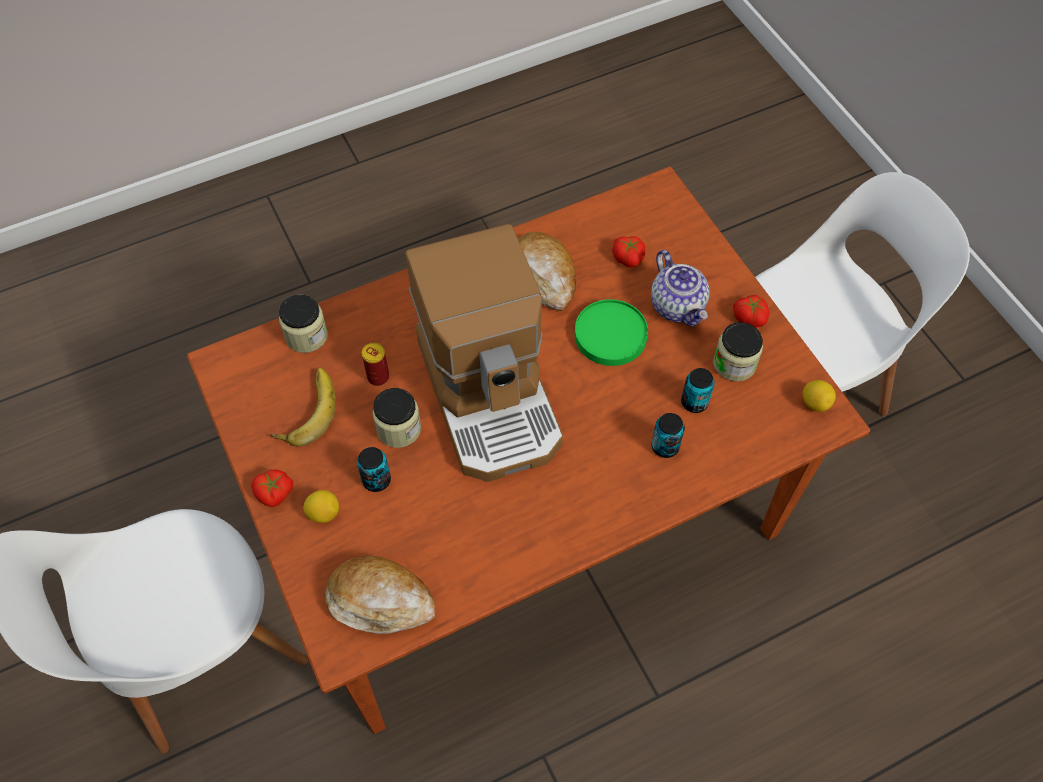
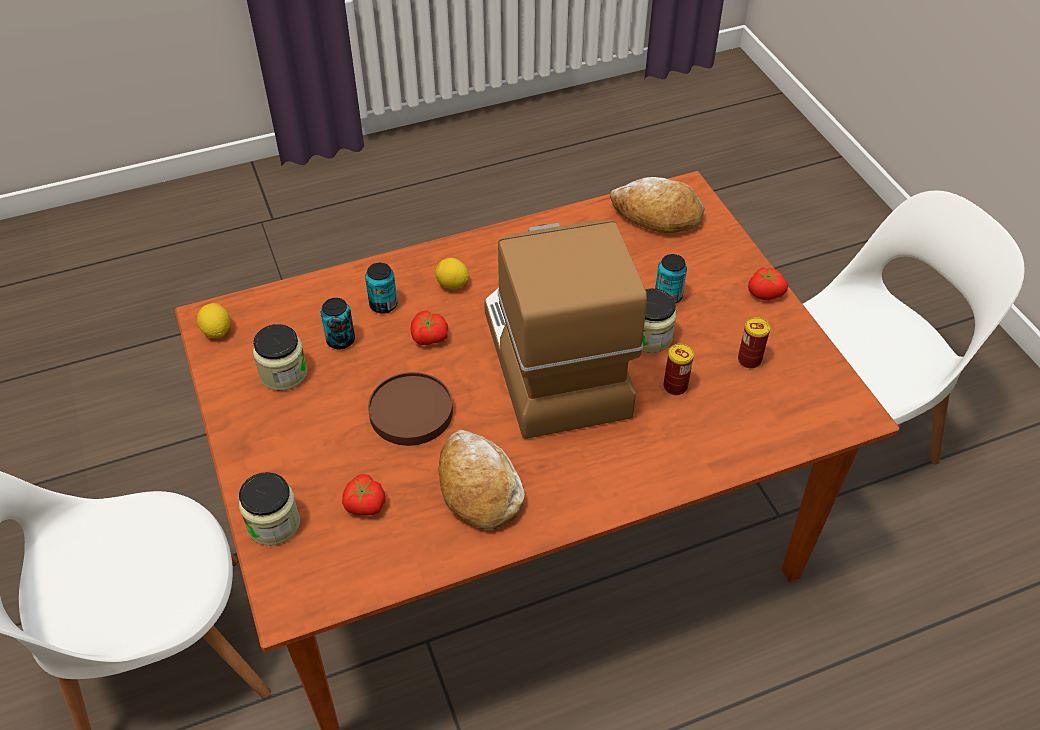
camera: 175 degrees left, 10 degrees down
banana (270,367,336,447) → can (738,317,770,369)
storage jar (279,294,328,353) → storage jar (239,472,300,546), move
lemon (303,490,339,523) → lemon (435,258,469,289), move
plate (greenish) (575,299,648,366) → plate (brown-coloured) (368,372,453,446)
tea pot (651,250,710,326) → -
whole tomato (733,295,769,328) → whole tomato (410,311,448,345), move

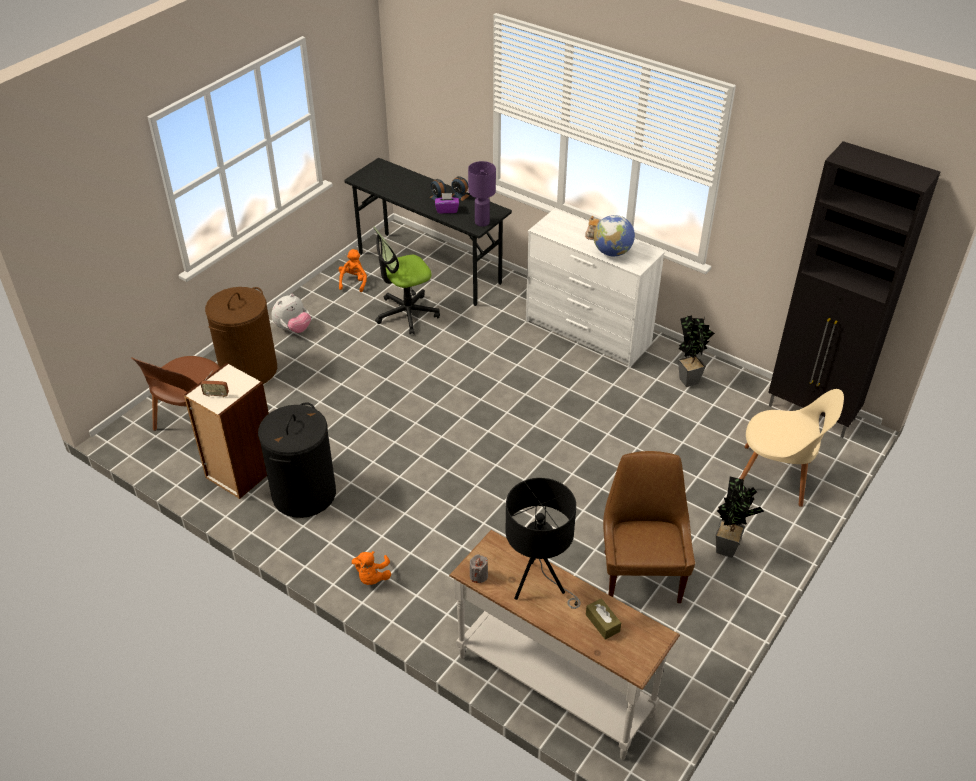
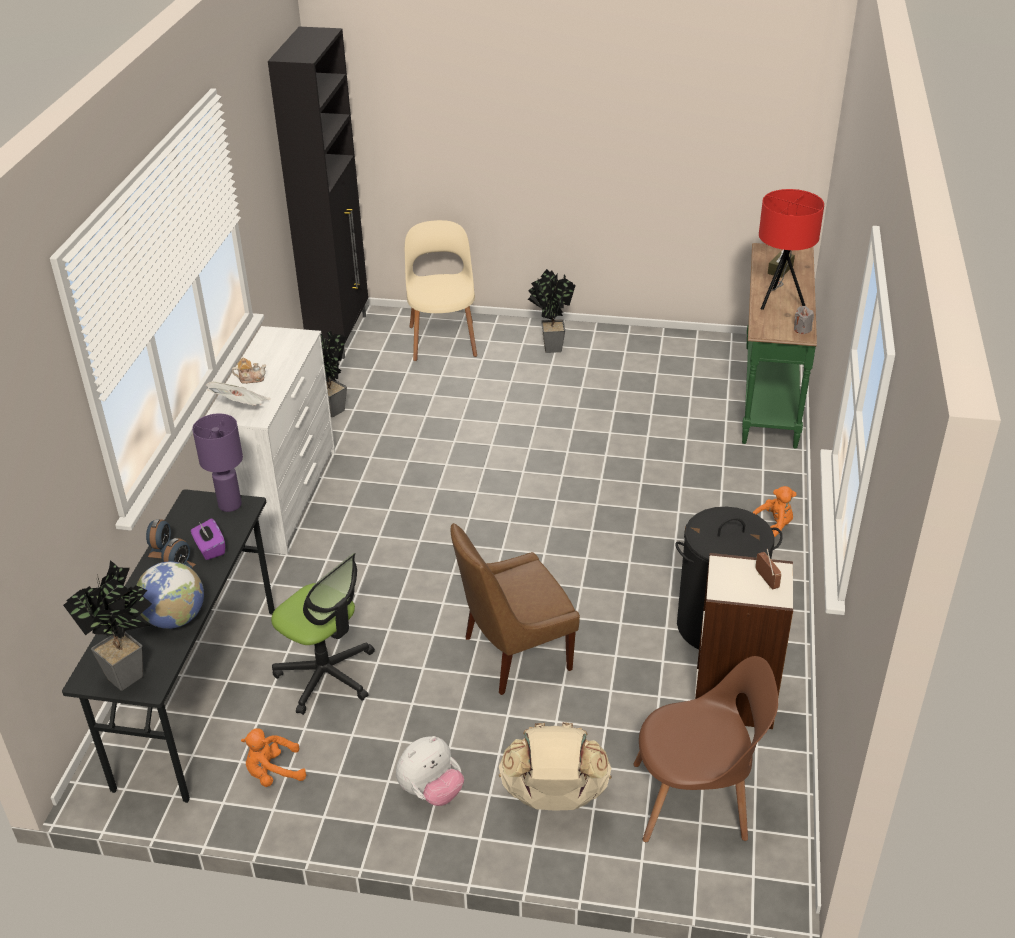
camera: 115 degrees left, 5 degrees down
laundry basket (brown-coloured) (205,287,277,384) → knapsack (beige) (499,722,612,811)
plush toy (272,294,311,333) → plush toy (396,736,464,806), 120 degrees clockwise
narrow table (white-coloured) (449,530,680,760) → narrow table (greenish) (742,243,817,449)
table lamp (blackish) (505,478,581,609) → table lamp (reddish) (759,189,824,310)
globe (593,215,635,256) → globe (137,561,204,629), move
plain chair (brown-coloured) (603,451,695,603) → plain chair (brown-coloured) (451,523,580,695), move
- → potted plant (63,560,152,690)
- → daily paper (206,382,270,406)

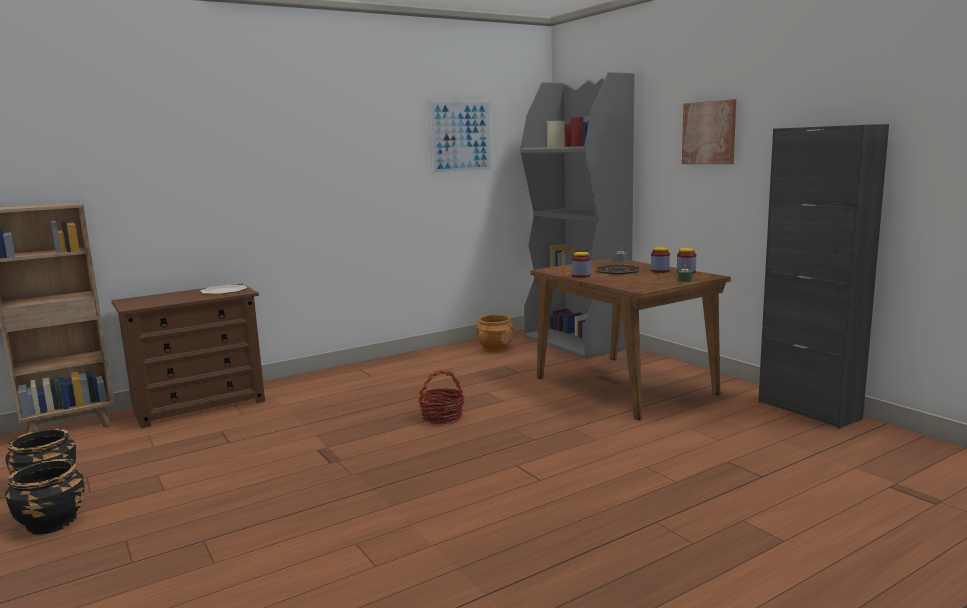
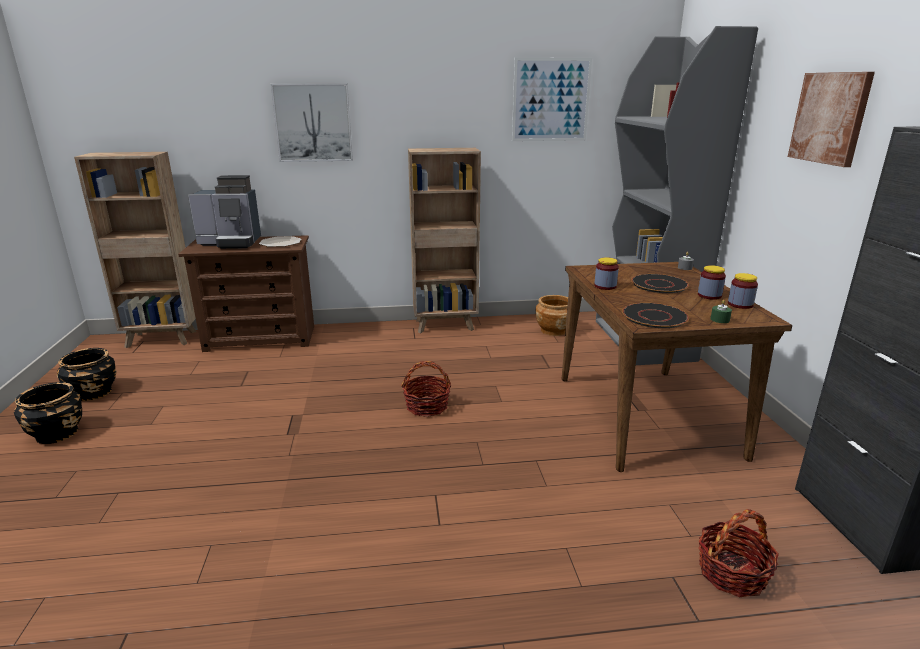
camera: 25 degrees right, 10 degrees up
- → coffee maker (188,175,261,249)
- → wall art (271,84,353,162)
- → bookshelf (brown-coloured) (408,148,481,333)
- → plate (blackish) (622,303,689,328)
- → storage basket (698,509,779,597)

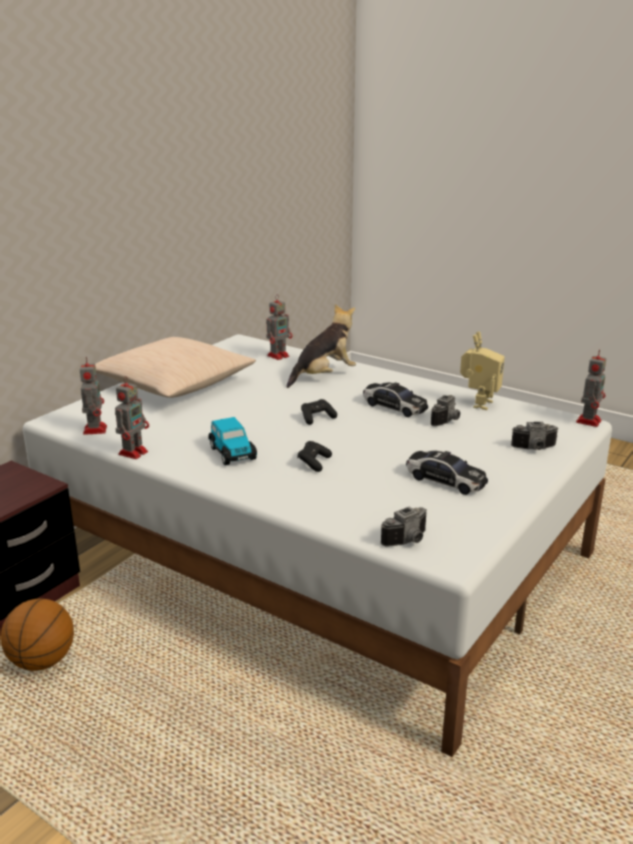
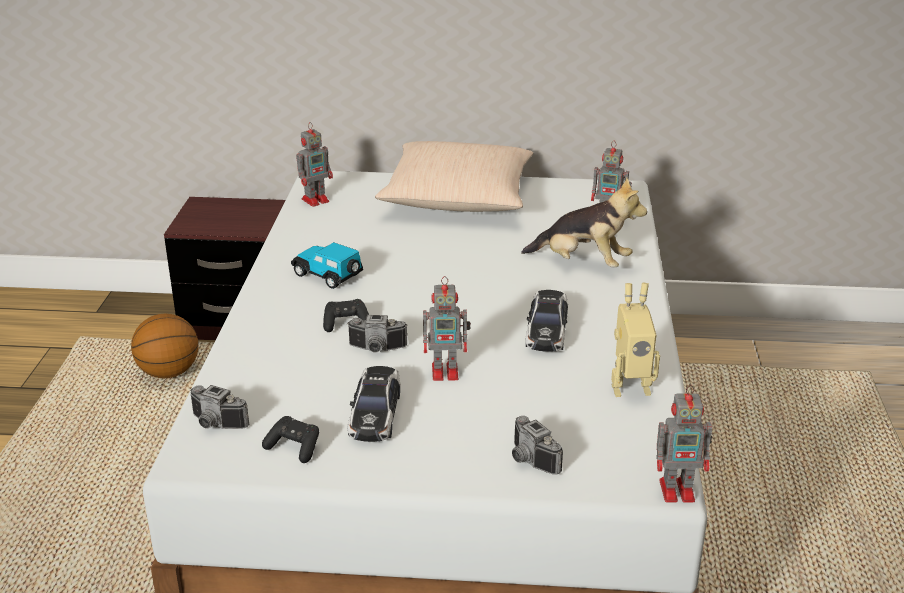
camera: 60 degrees right, 5 degrees up
robot figure (115,377,149,459) → robot figure (423,276,471,381), move
toy car (208,417,257,465) → toy car (291,242,364,289), 90 degrees clockwise
joypad (blackish) (301,399,337,425) → joypad (blackish) (262,416,319,463), move
photo camera (430,395,460,426) → photo camera (347,315,408,353), move

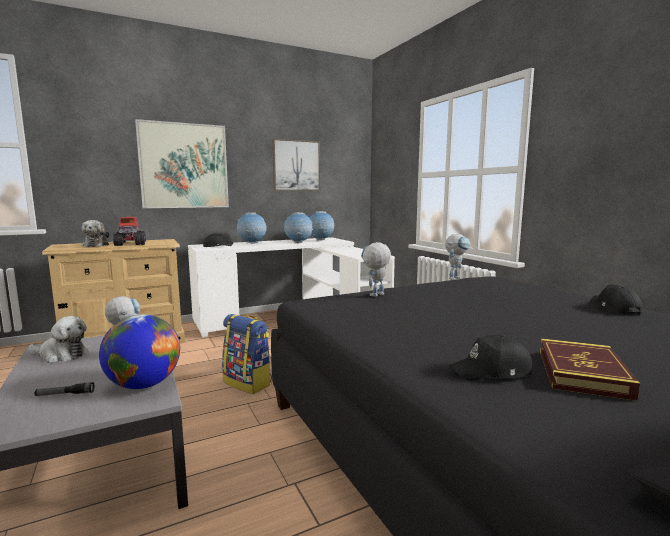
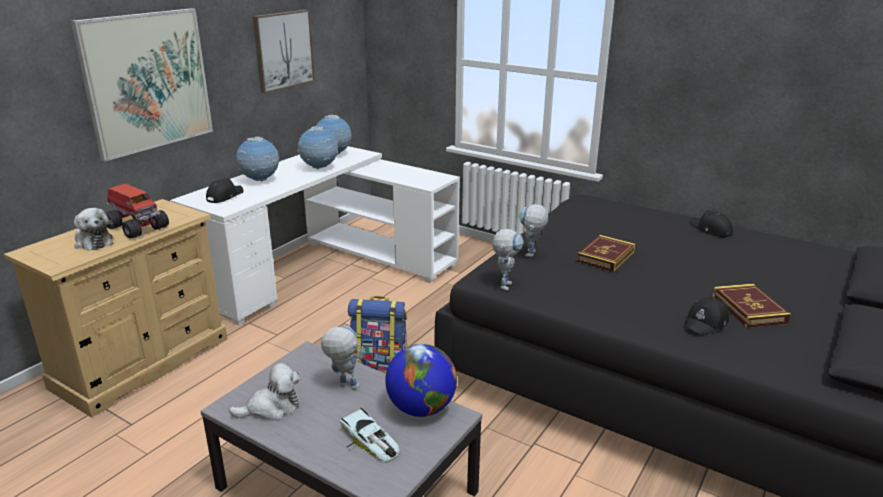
camera: 30 degrees left, 15 degrees up
torch (35,382,95,396) → toy car (340,408,401,463)
robot figure (445,234,471,280) → robot figure (492,229,524,291), move
- → bound book (577,235,636,272)

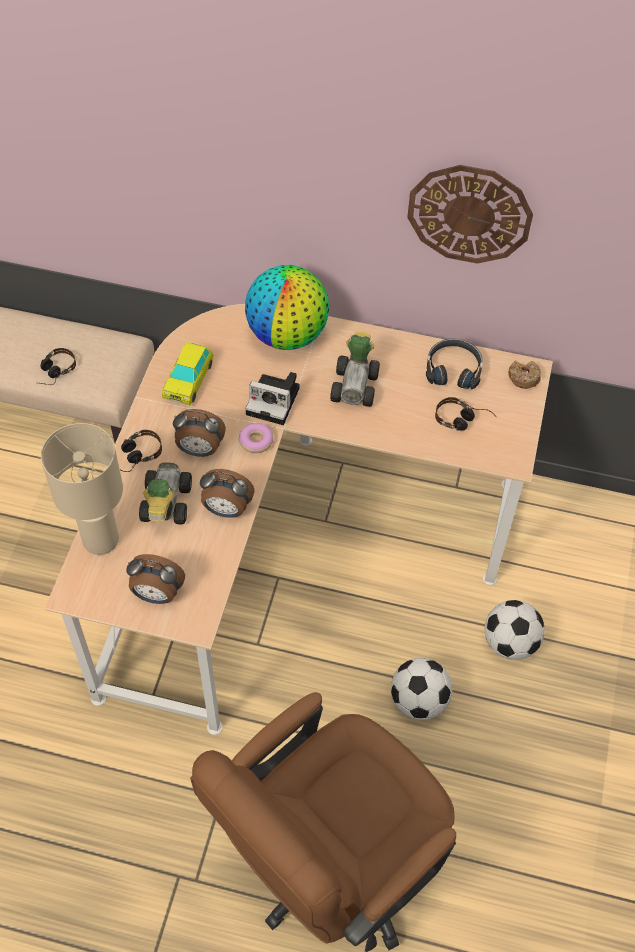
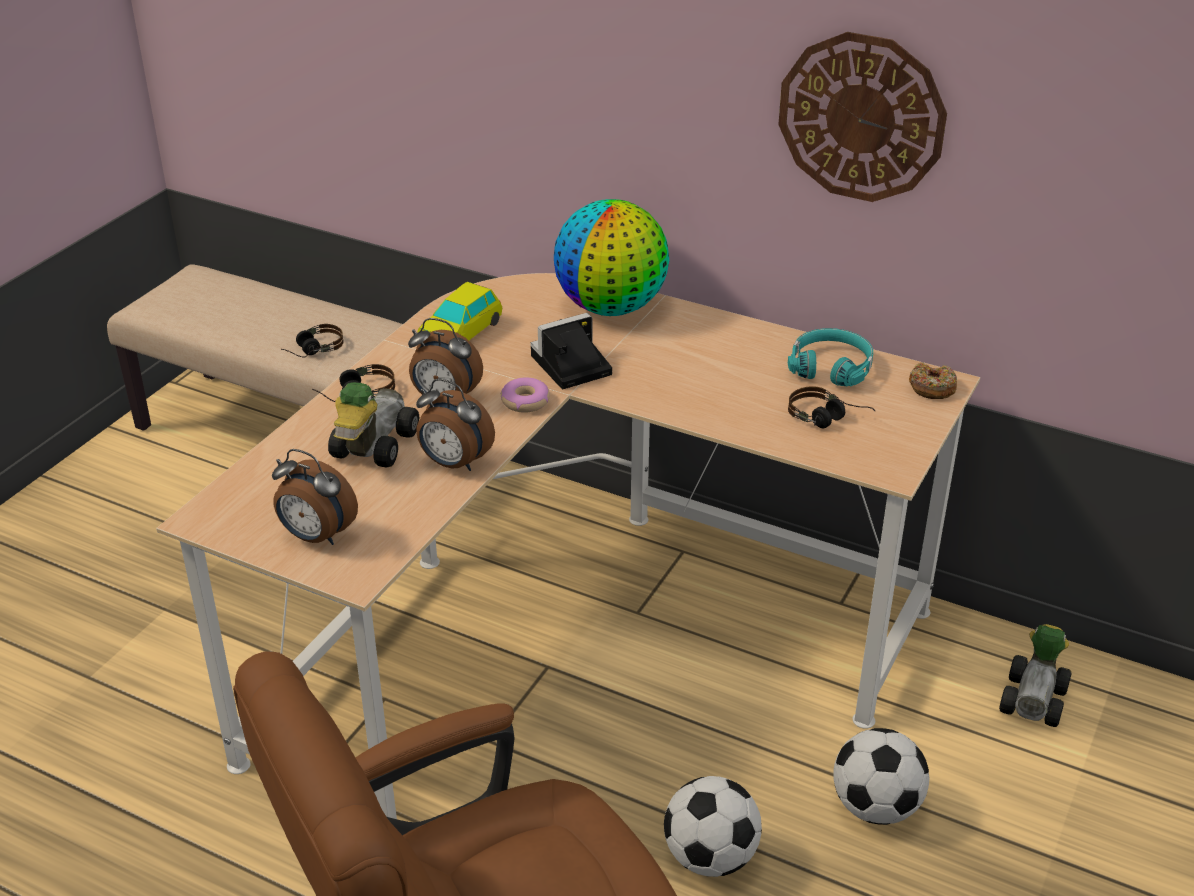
camera: 15 degrees right, 20 degrees down
table lamp (beige) (41,423,123,555) → -
photo camera (245,372,300,425) → photo camera (530,313,612,389), 120 degrees clockwise
toy car (330,331,380,407) → toy car (999,624,1072,727), move
headphones (blackish) (426,339,483,389) → headphones (turquoise) (788,328,873,386)

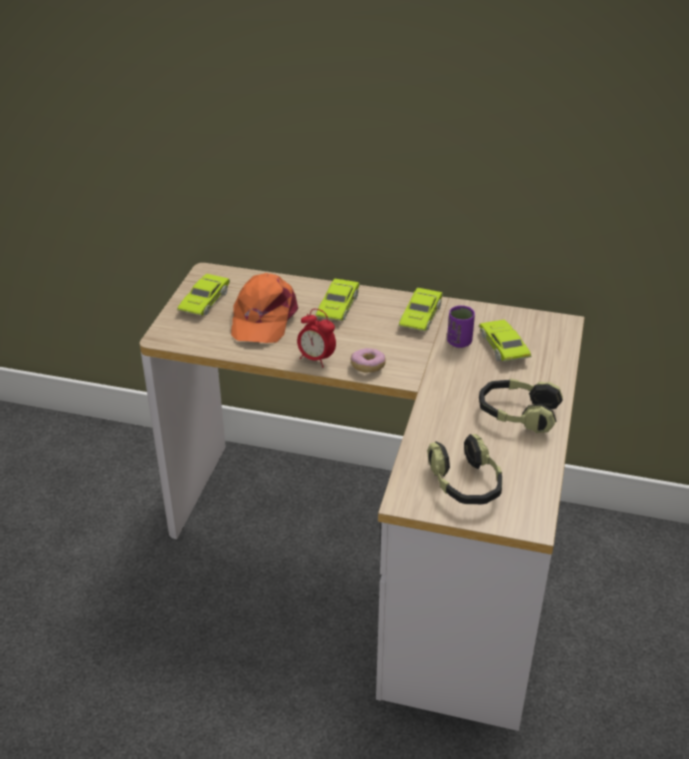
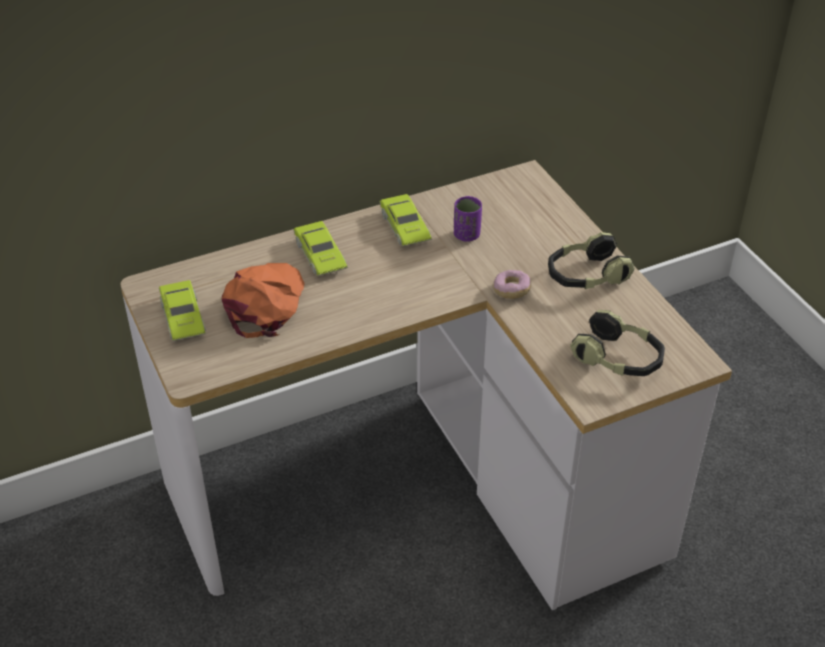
camera: 40 degrees left, 5 degrees up
baseball cap (orangey) (231,273,298,343) → baseball cap (orangey) (222,263,305,338), 135 degrees counterclockwise
bedside clock (297,309,336,367) → -
donut (351,348,386,373) → donut (493,270,531,299), move
toy car (greenish) (479,320,531,362) → -

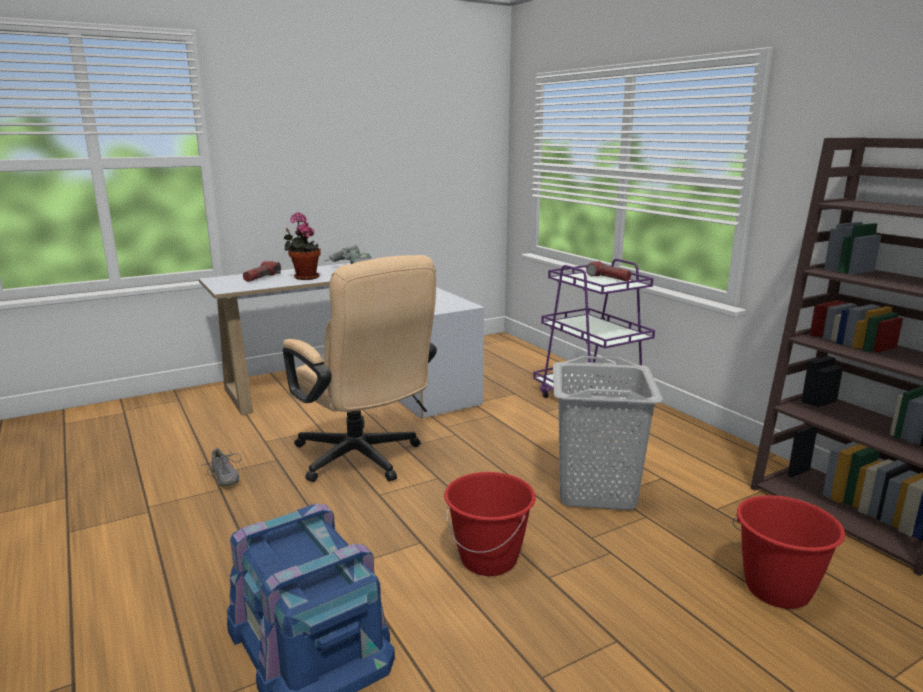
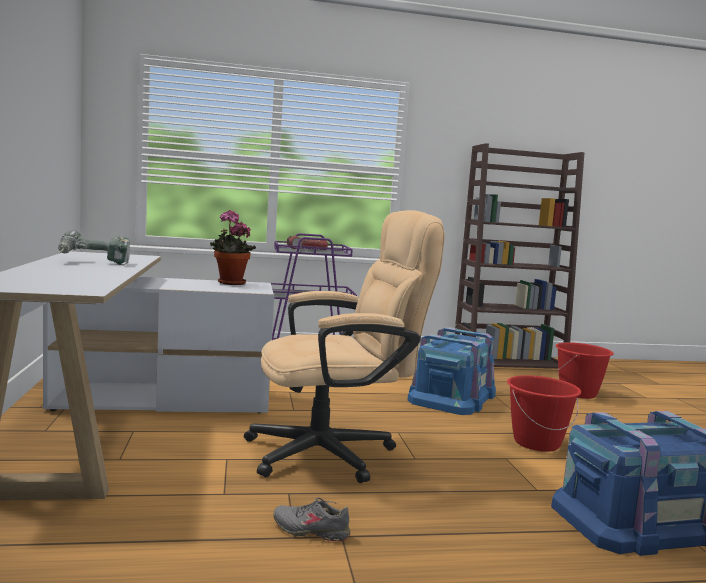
camera: 70 degrees left, 10 degrees down
low shoe (grey) (201,448,242,487) → low shoe (grey) (273,497,351,541), 150 degrees counterclockwise
torch (243,261,281,282) → -
potted plant (284,212,321,280) → potted plant (210,210,256,285), move
laundry basket (grey) (553,356,663,510) → storage container (bluish) (408,327,496,415)

